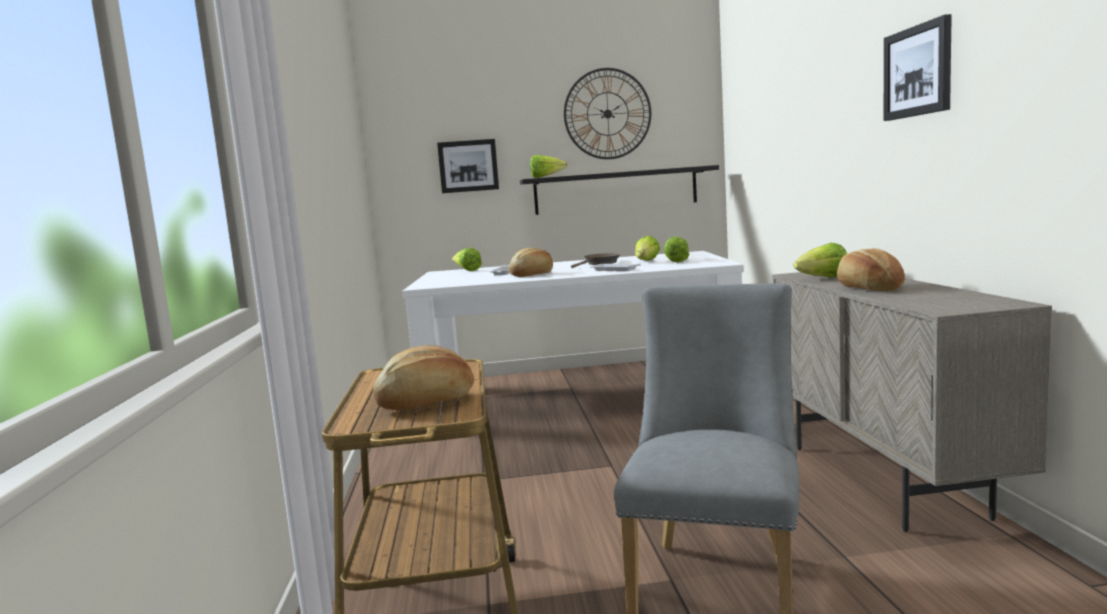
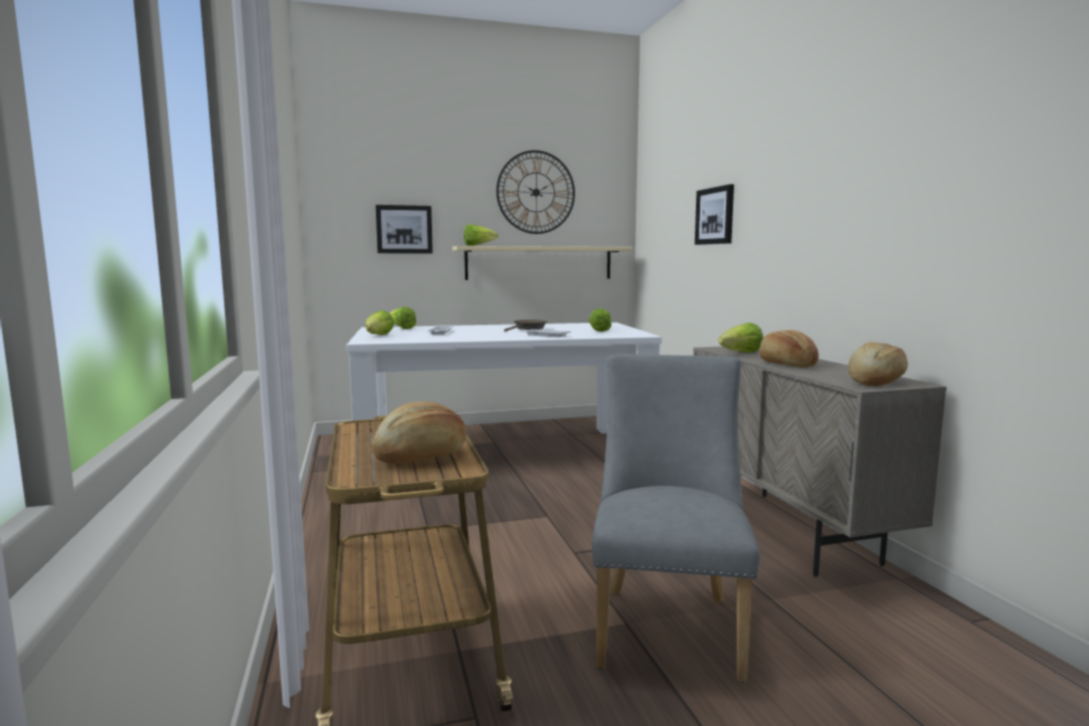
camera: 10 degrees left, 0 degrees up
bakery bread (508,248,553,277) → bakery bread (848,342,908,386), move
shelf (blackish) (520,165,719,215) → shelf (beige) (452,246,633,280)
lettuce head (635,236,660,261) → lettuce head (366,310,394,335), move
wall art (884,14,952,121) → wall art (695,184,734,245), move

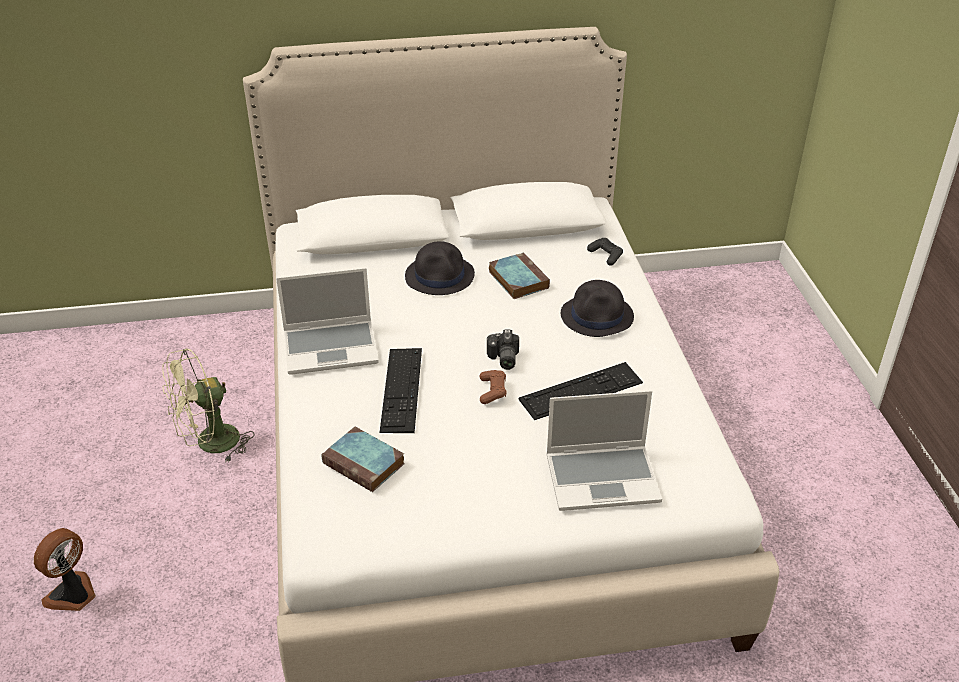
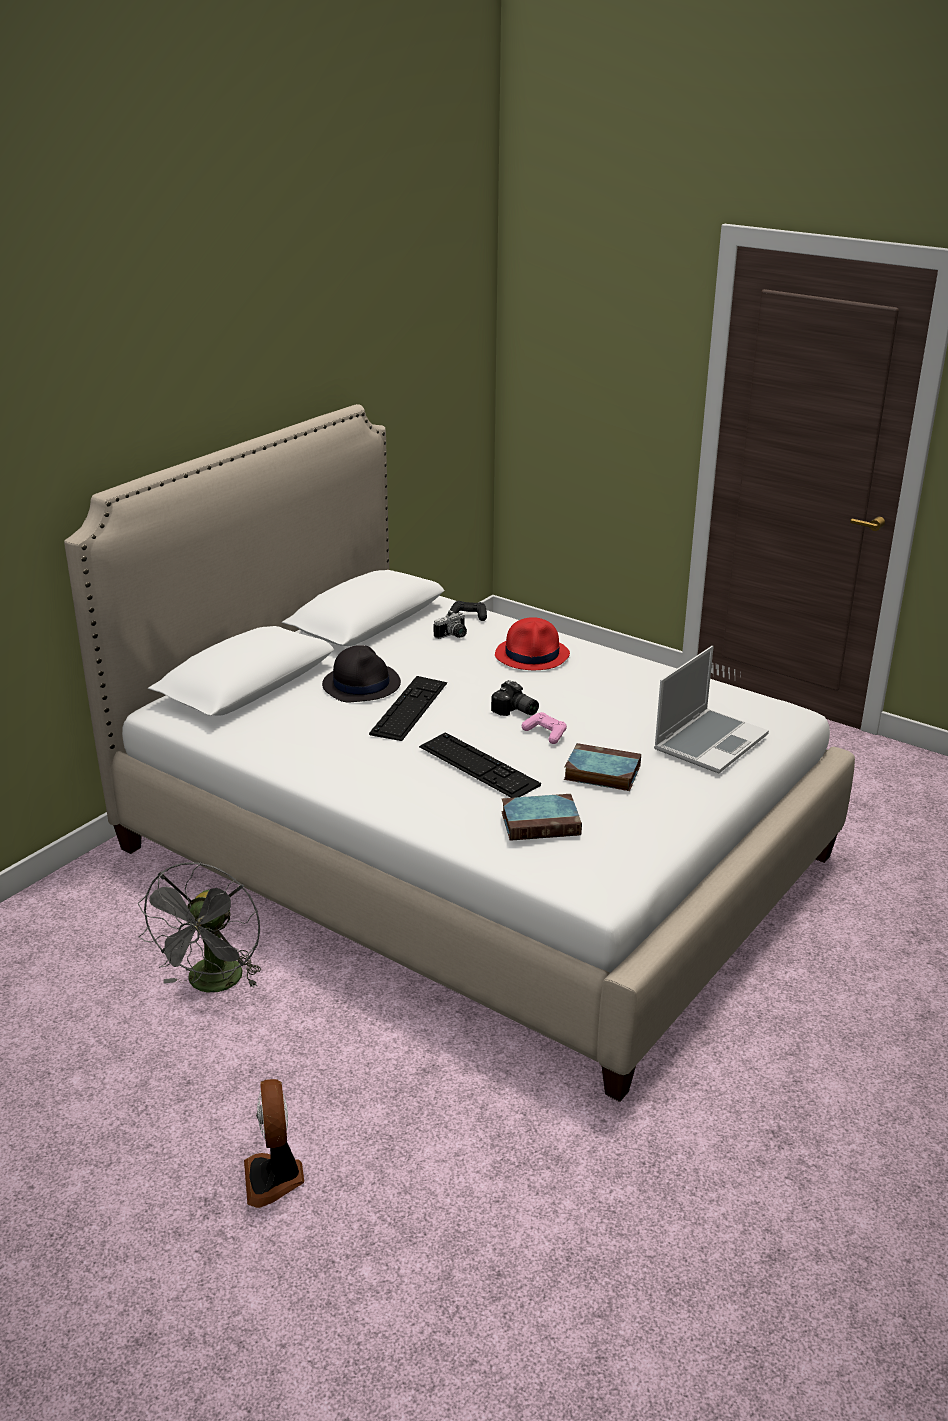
camera: 45 degrees left, 10 degrees down
electric fan (greenish) (162,348,254,463) → electric fan (grey) (138,862,261,992)
laptop (276,268,379,375) → -
joypad (brown-coloured) (479,370,506,404) → joypad (pink) (522,712,567,744)
bound book (489,252,550,299) → bound book (564,743,641,791), move
PC keyboard (519,362,643,420) → PC keyboard (369,676,447,741), move
clothing hat (blackish) (561,280,634,337) → clothing hat (reddish) (495,617,570,670)
- → photo camera (434,610,467,639)

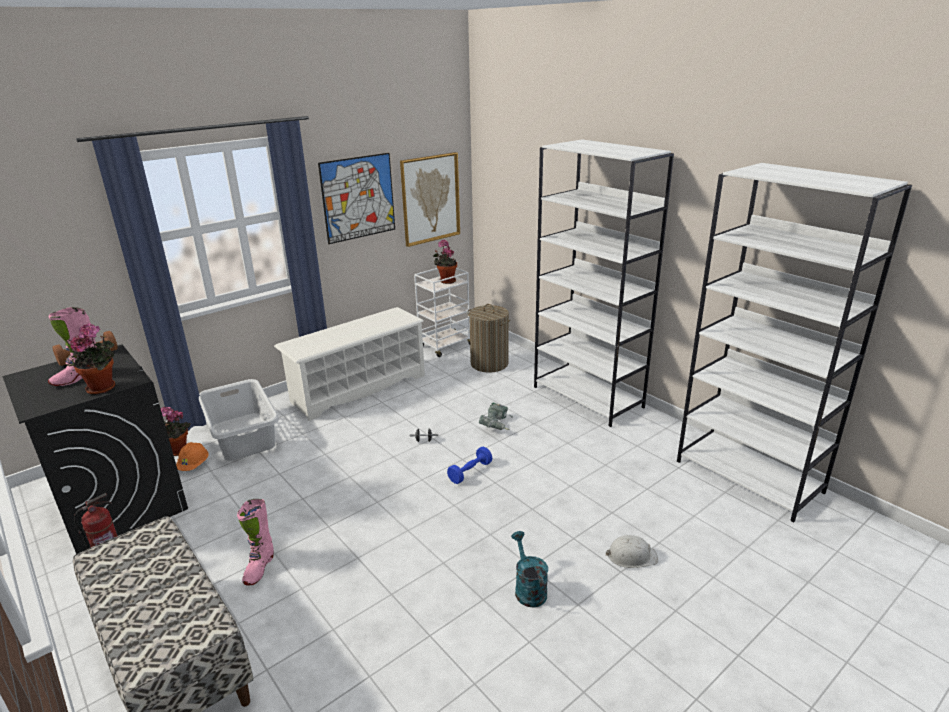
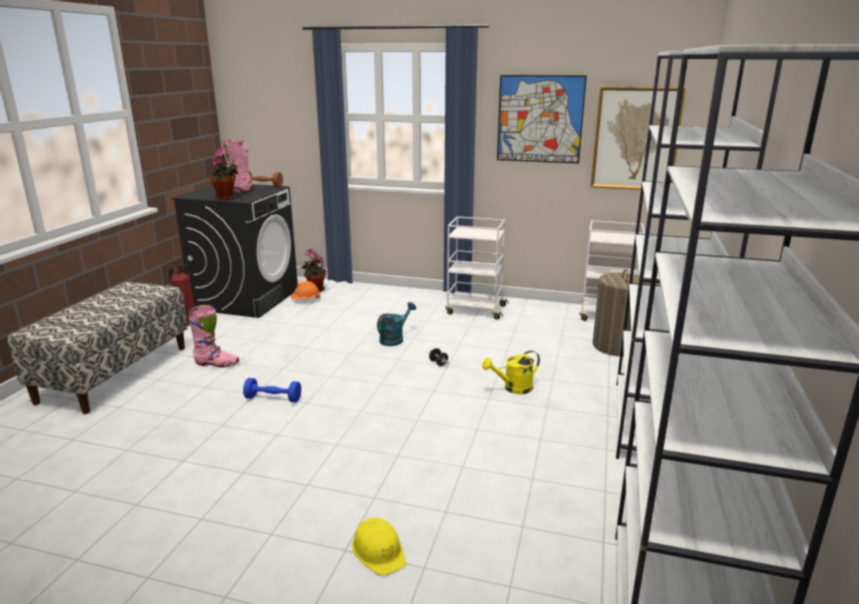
camera: 55 degrees right, 5 degrees down
laundry basket (grey) (199,379,279,461) → -
tall boot (pink) (237,499,274,585) → tall boot (pink) (189,305,239,368), 150 degrees counterclockwise
shoe stand (white-coloured) (274,307,425,421) → cart (white-coloured) (445,216,509,320)
potted plant (434,240,457,284) → -
dumbbell (bluish) (447,447,492,484) → dumbbell (bluish) (243,378,301,403), move
power drill (479,403,513,430) → watering pot (yellow-coloured) (482,350,540,394)
watering pot (turquoise) (511,531,548,608) → watering pot (turquoise) (377,302,416,346), move
safety helmet (white-coloured) (605,535,658,568) → safety helmet (yellow-coloured) (352,517,406,576)

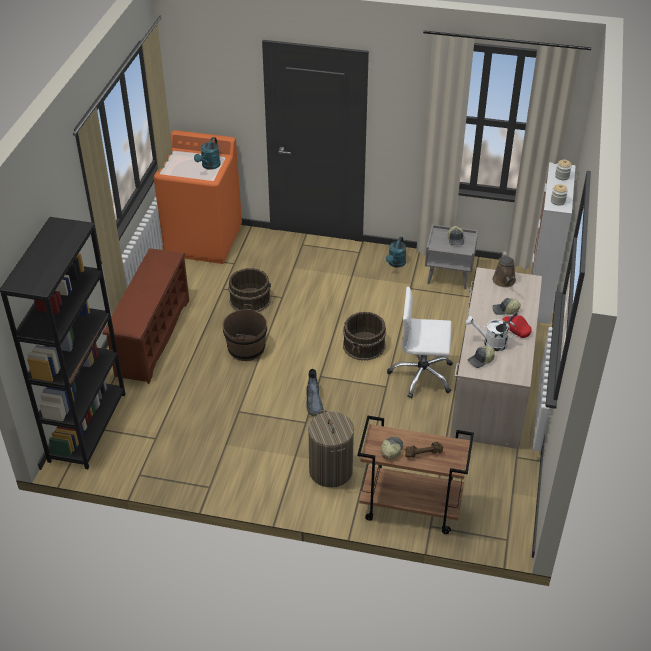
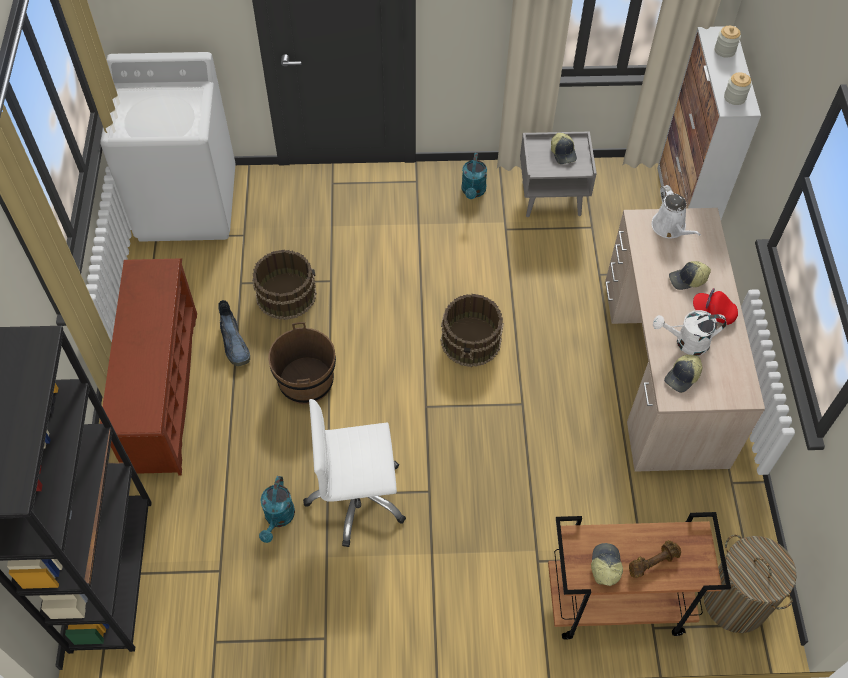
camera: 15 degrees left, 15 degrees up
washing machine (orangey) (154,130,242,264) → washing machine (white-coloured) (100,52,236,242)
watering pot (turquoise) (194,137,221,170) → watering pot (turquoise) (259,476,295,543), move
tall boot (306,369,324,416) → tall boot (219,300,250,366), move
laundry basket (308,410,354,488) → laundry basket (704,534,797,633), move
desk chair (white-coloured) (387,287,453,399) → desk chair (white-coloured) (303,399,406,547), move
watering pot (brown-coloured) (492,251,516,287) → watering pot (white-coloured) (652,185,701,238)

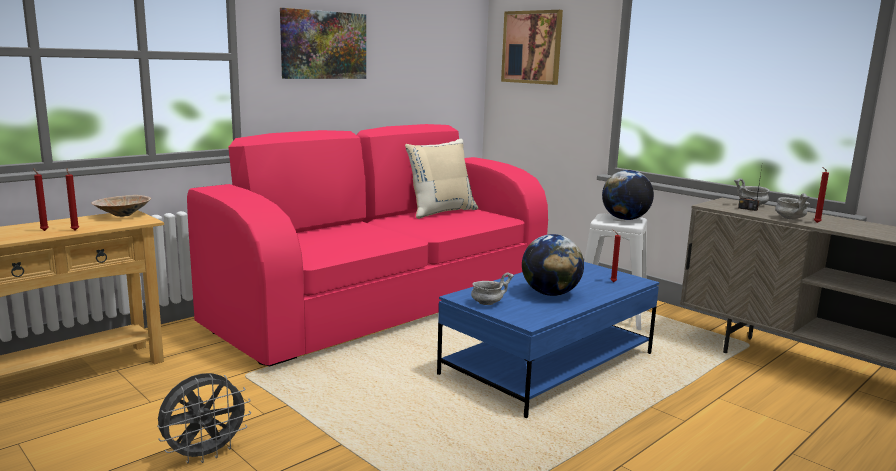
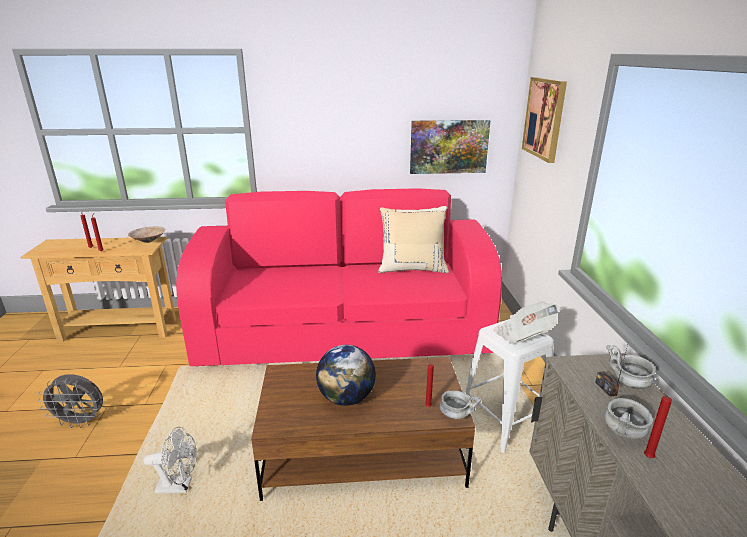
camera: 40 degrees right, 10 degrees up
wall art (280,8,366,79) → wall art (410,120,490,174), move
low table (bluish) (437,262,659,418) → low table (brown-coloured) (251,357,475,501)
bowl (grey) (471,273,514,305) → bowl (grey) (440,391,482,419), move
globe (602,170,654,220) → daily paper (494,301,561,344)
- → electric fan (white-coloured) (144,427,197,494)

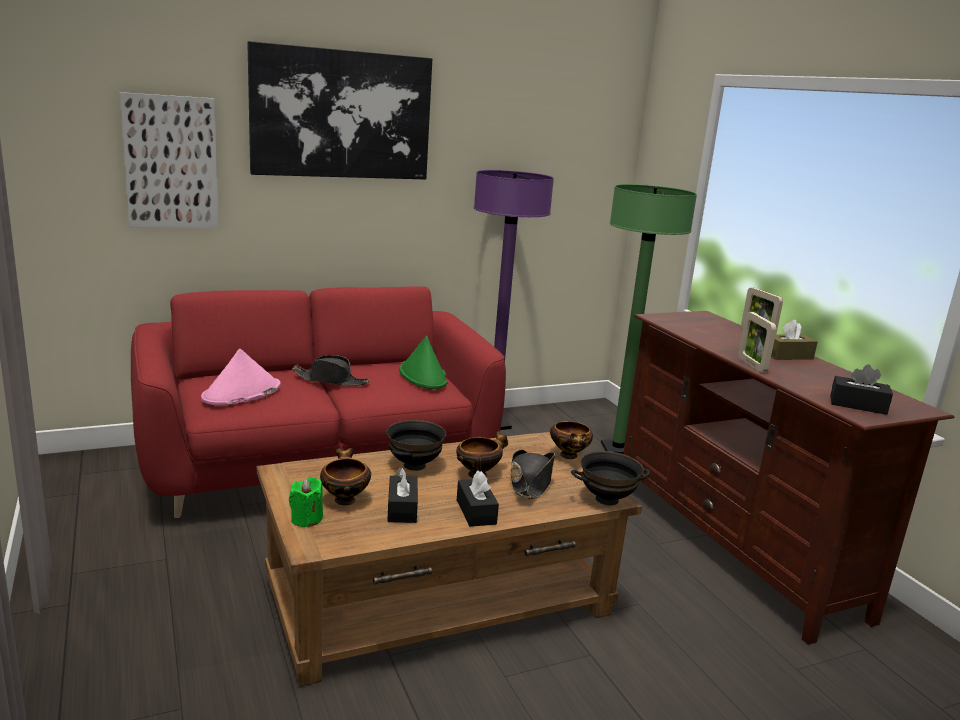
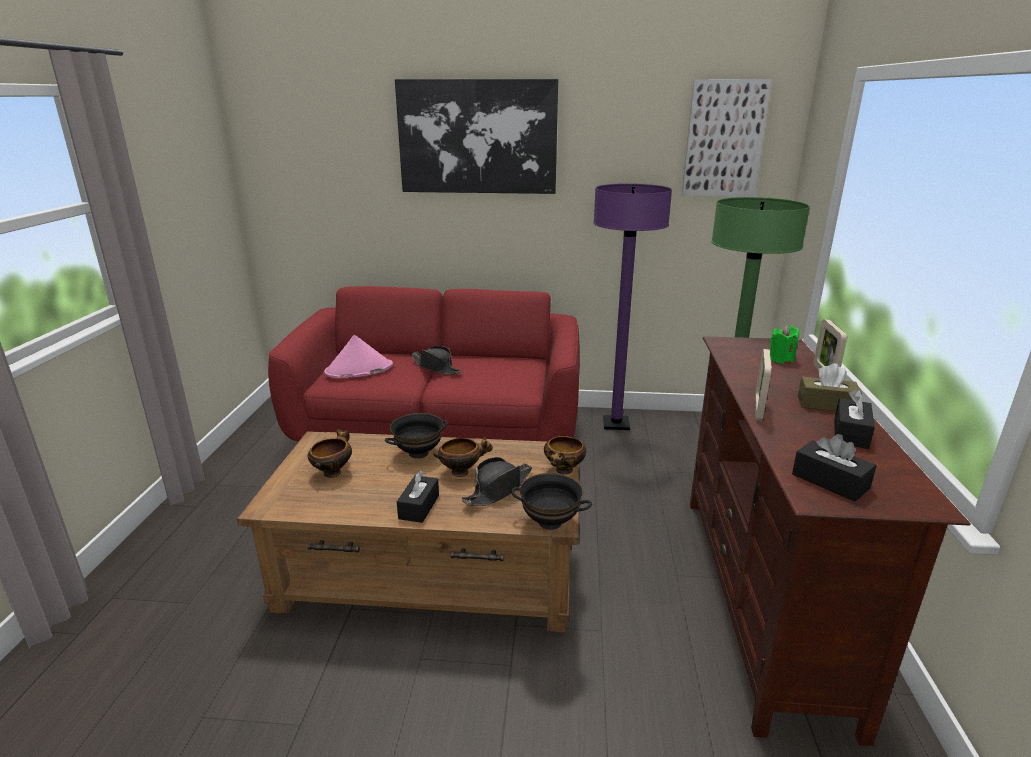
camera: 30 degrees right, 5 degrees up
wall art (120,92,219,228) → wall art (682,79,772,196), move
wax light (greenish) (289,477,323,528) → wax light (greenish) (770,325,799,364), move
tissue holder (blackish) (387,467,418,523) → tissue holder (blackish) (834,389,875,449), move
clothing hat (greenish) (399,335,448,389) → -

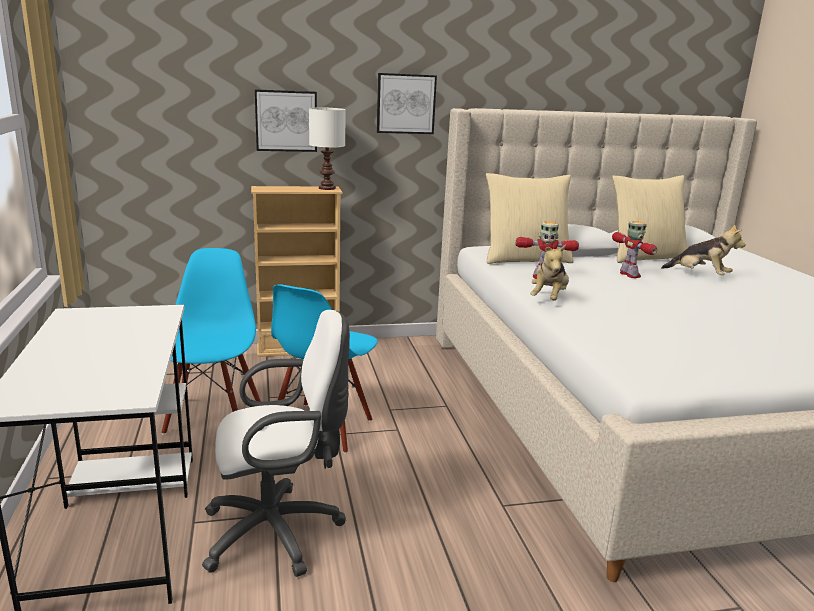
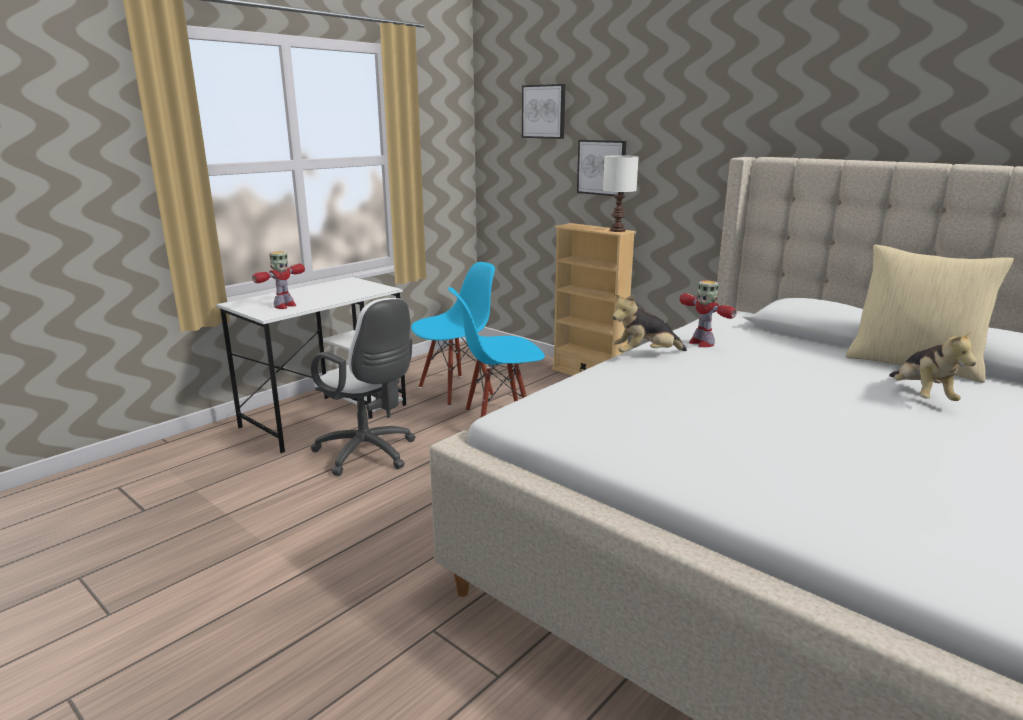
camera: 55 degrees right, 0 degrees up
wall art (377,73,437,134) → wall art (522,84,565,139), move
cushion (beige) (486,173,574,264) → -
robot figure (612,221,657,278) → robot figure (252,251,305,309), move

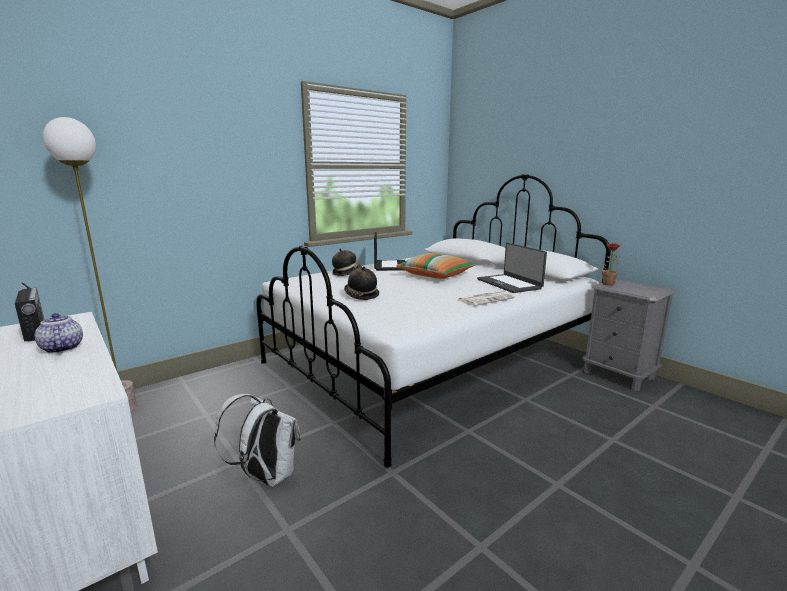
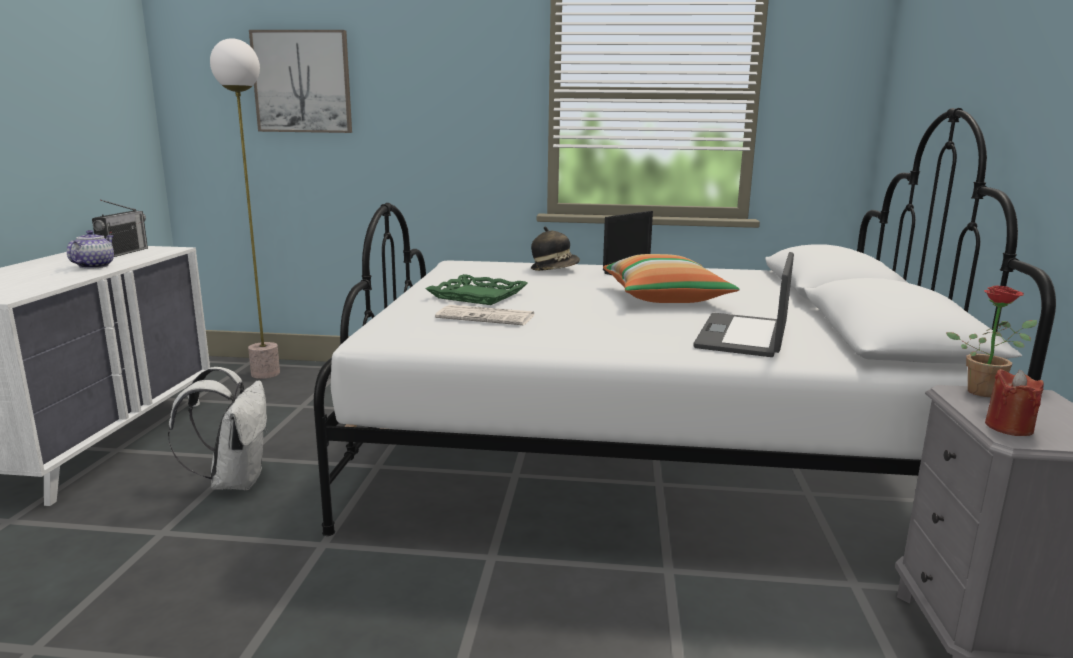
camera: 45 degrees right, 0 degrees up
clothing hat (344,266,379,300) → tray (greenish) (426,274,528,305)
daily paper (458,291,515,306) → daily paper (435,305,534,325), move
- → wall art (249,30,352,133)
- → wax light (reddish) (985,369,1044,436)

